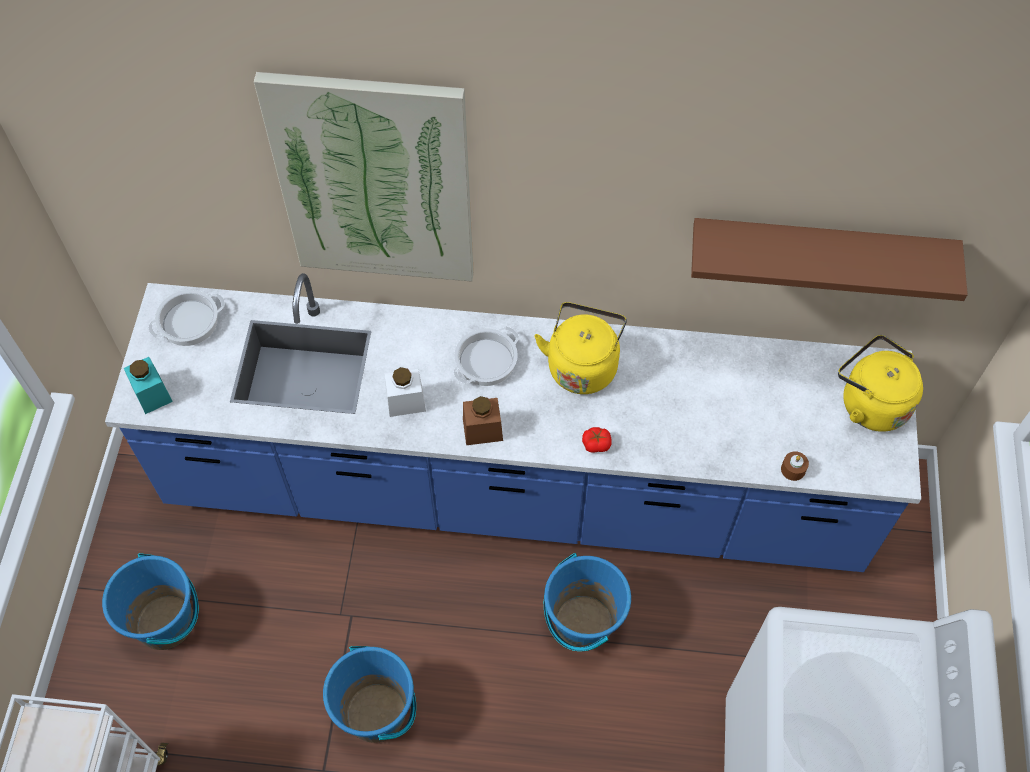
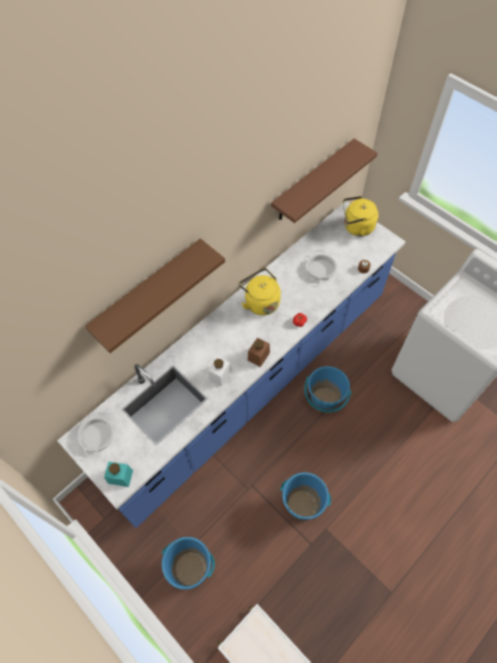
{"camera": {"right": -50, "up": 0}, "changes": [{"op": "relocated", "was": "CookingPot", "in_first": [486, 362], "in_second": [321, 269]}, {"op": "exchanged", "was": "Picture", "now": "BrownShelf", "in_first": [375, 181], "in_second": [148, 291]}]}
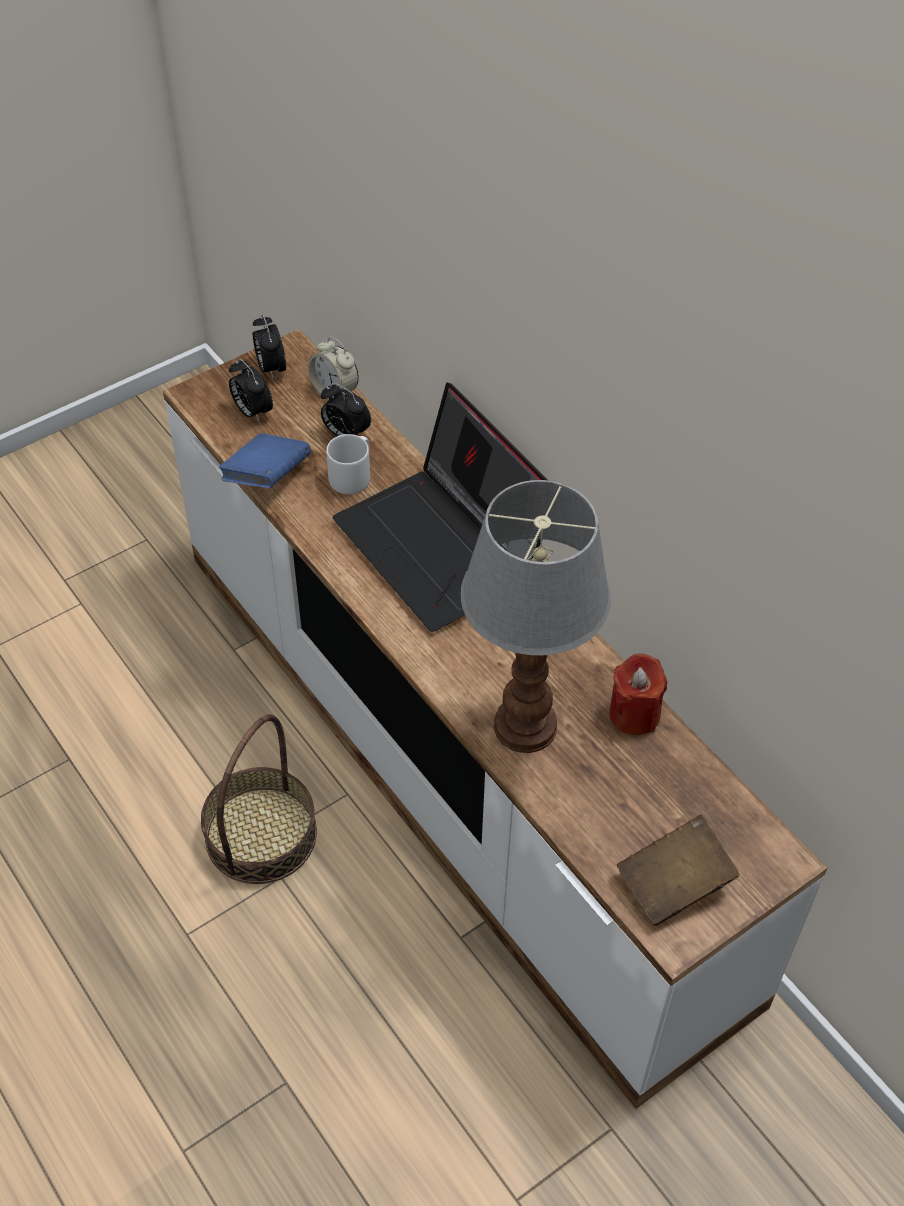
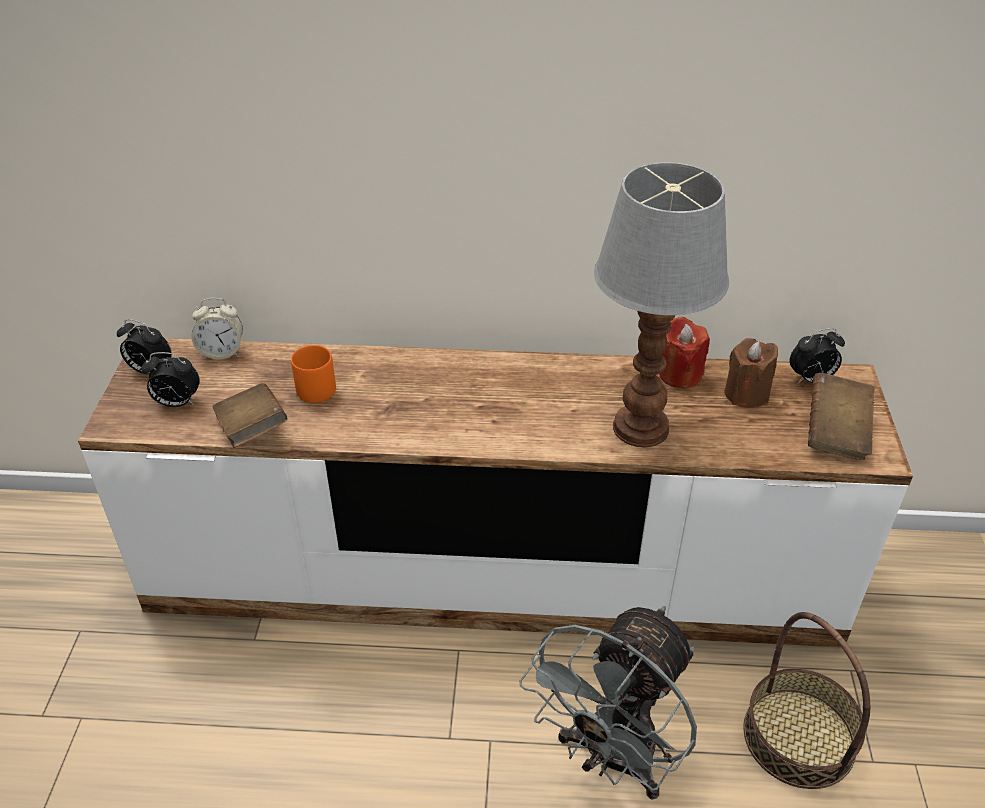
{"camera": {"right": -50, "up": -10}, "changes": [{"op": "missing", "was": "PortableComputer", "in_first": [444, 547]}, {"op": "appeared", "now": "GreyishElectricFan", "in_second": [611, 759]}, {"op": "appeared", "now": "BrownWaxLight", "in_second": [746, 394]}, {"op": "relocated", "was": "StorageBasket", "in_first": [261, 835], "in_second": [799, 737]}, {"op": "relocated", "was": "BedsideClock", "in_first": [345, 434], "in_second": [810, 379]}, {"op": "colour", "was": "BlueColouredVolume", "now": "BrownVolume", "in_first": [267, 476], "in_second": [252, 430]}, {"op": "colour", "was": "WhitishCoffeeMug", "now": "OrangeCoffeeMug", "in_first": [352, 476], "in_second": [315, 387]}]}
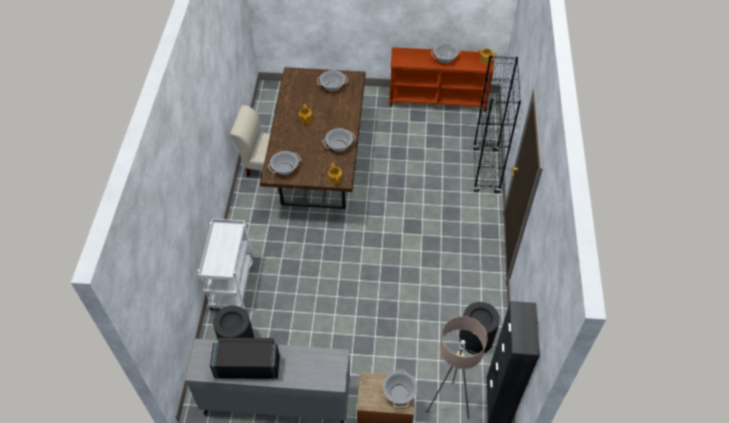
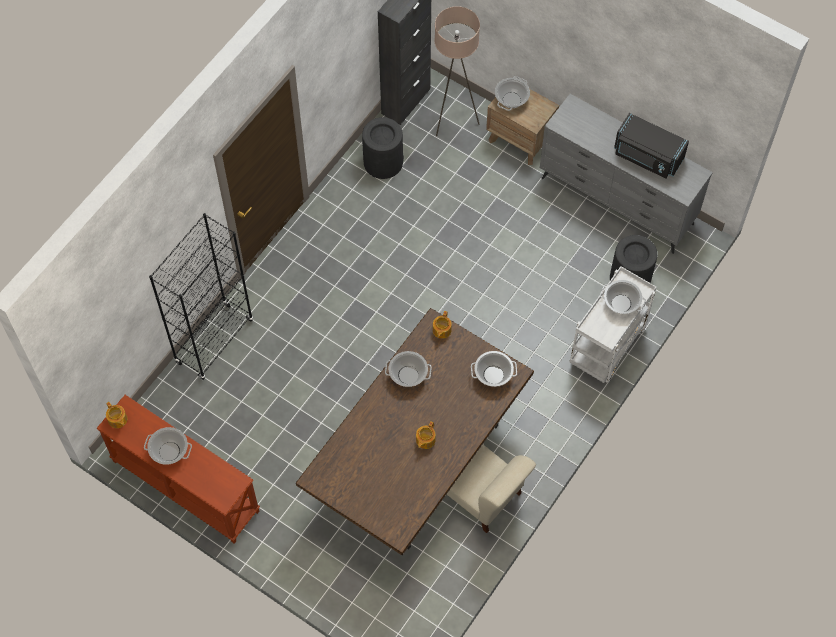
{"camera": {"right": -150, "up": 10}, "changes": [{"op": "relocated", "was": "CookingPot", "in_first": [332, 86], "in_second": [621, 303]}]}
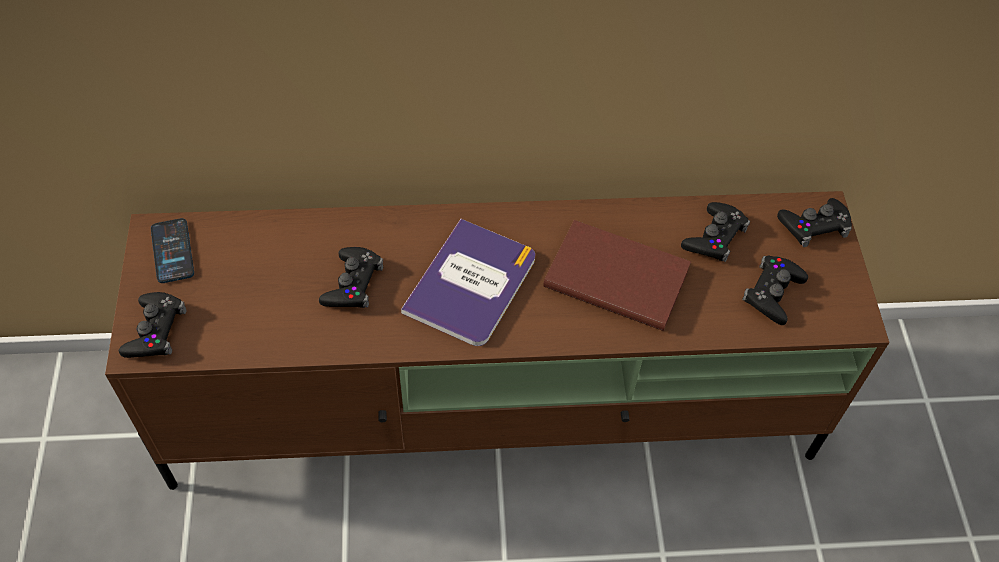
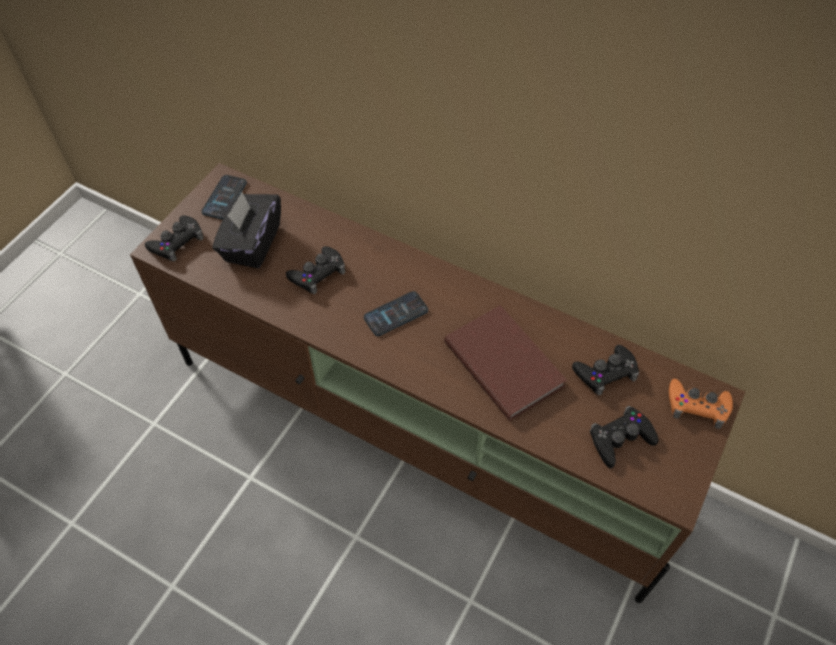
{"camera": {"right": 35, "up": 0}, "changes": [{"op": "appeared", "now": "BlackColouredBoxOfTissues", "in_second": [252, 244]}, {"op": "exchanged", "was": "Volume", "now": "Handset", "in_first": [471, 284], "in_second": [396, 314]}, {"op": "colour", "was": "BlackColouredJoypad", "now": "OrangeJoypad", "in_first": [814, 226], "in_second": [697, 406]}]}
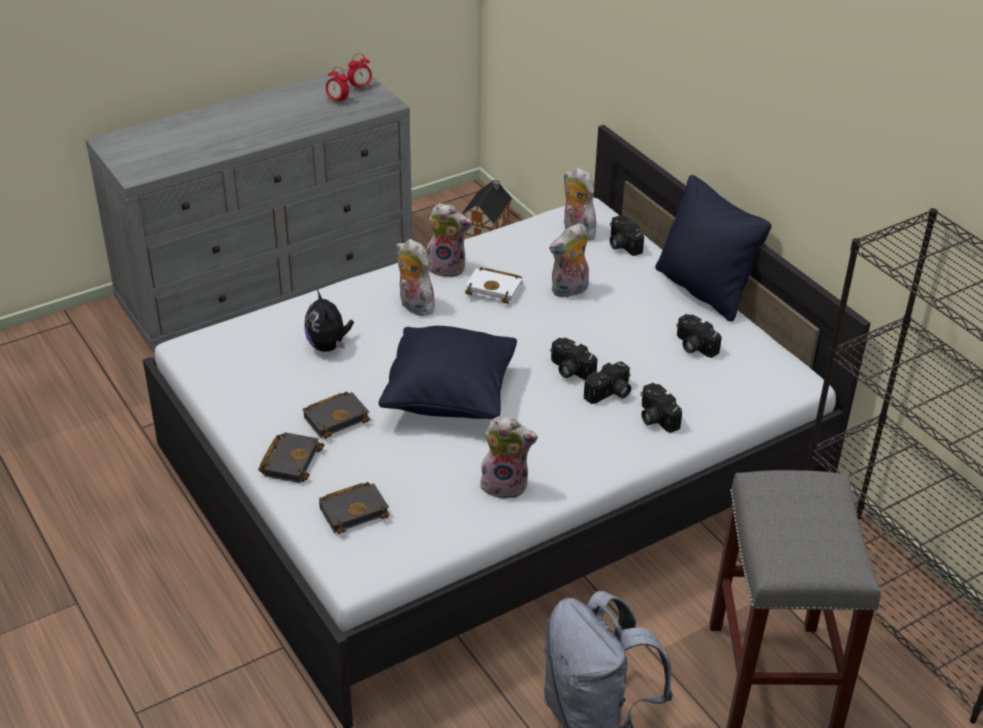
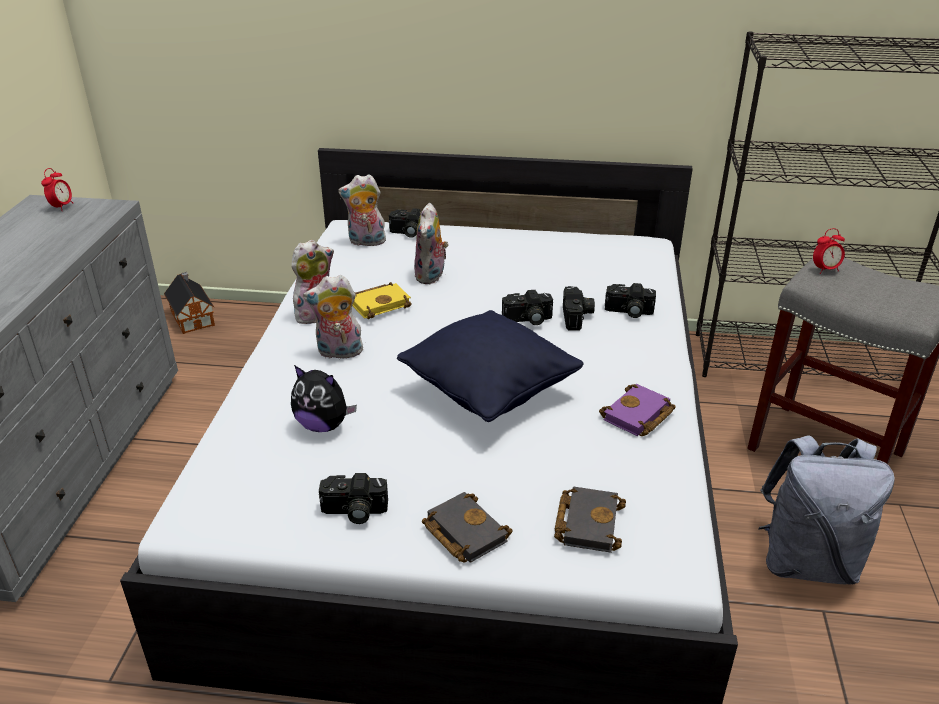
{"camera": {"right": -50, "up": -5}, "changes": [{"op": "missing", "was": "BlackColouredVolume", "in_first": [337, 417]}, {"op": "missing", "was": "BlackColouredPillow", "in_first": [704, 290]}, {"op": "relocated", "was": "BedsideClock", "in_first": [337, 101], "in_second": [825, 270]}, {"op": "relocated", "was": "PhotoCamera", "in_first": [693, 346], "in_second": [354, 512]}, {"op": "exchanged", "was": "SoftToy", "now": "PurplishVolume", "in_first": [506, 484], "in_second": [638, 416]}, {"op": "colour", "was": "WhitishVolume", "now": "YellowishVolume", "in_first": [495, 288], "in_second": [380, 303]}]}
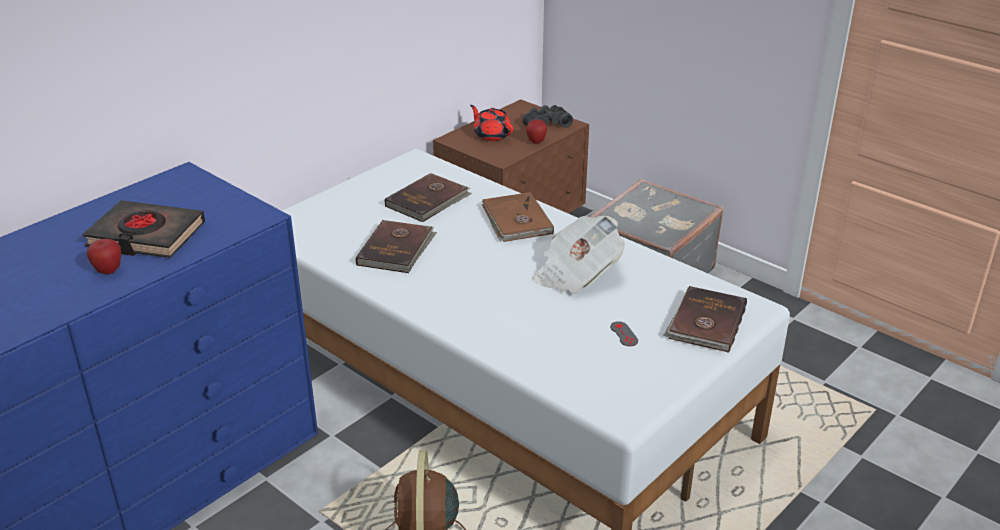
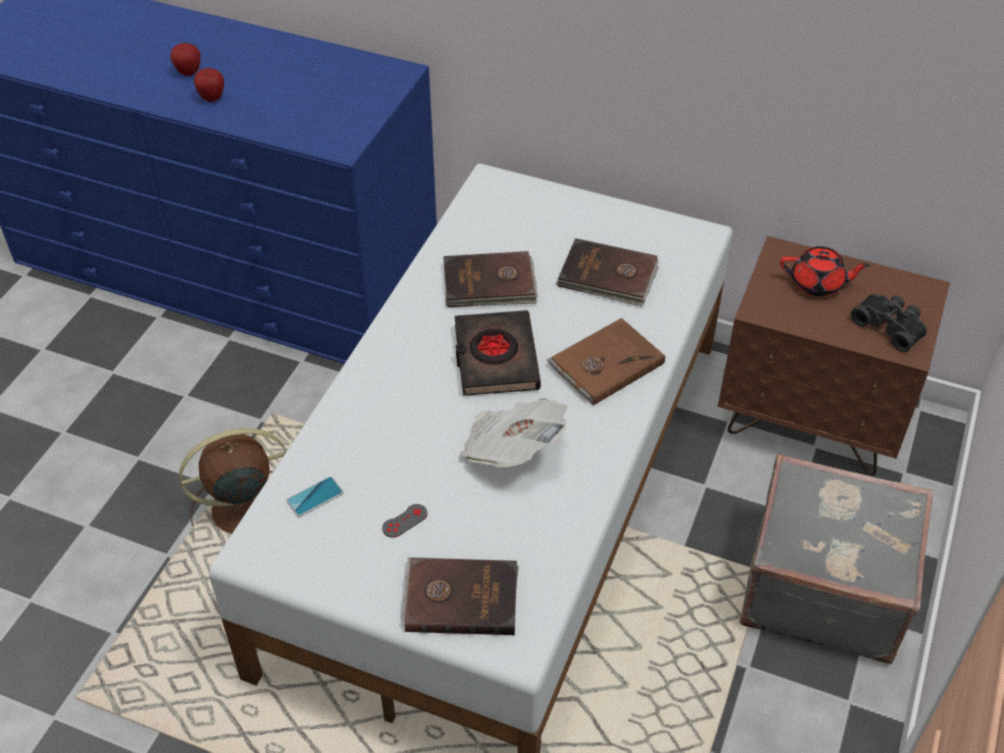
{"camera": {"right": 70, "up": 15}, "changes": [{"op": "appeared", "now": "Handset", "in_second": [315, 497]}, {"op": "relocated", "was": "BlackColouredVolume", "in_first": [146, 236], "in_second": [495, 358]}, {"op": "relocated", "was": "WholeApple", "in_first": [536, 142], "in_second": [188, 72]}, {"op": "spun", "was": "ReddishPotForTea", "in_first": [492, 135], "in_second": [818, 284], "clockwise": 75}]}
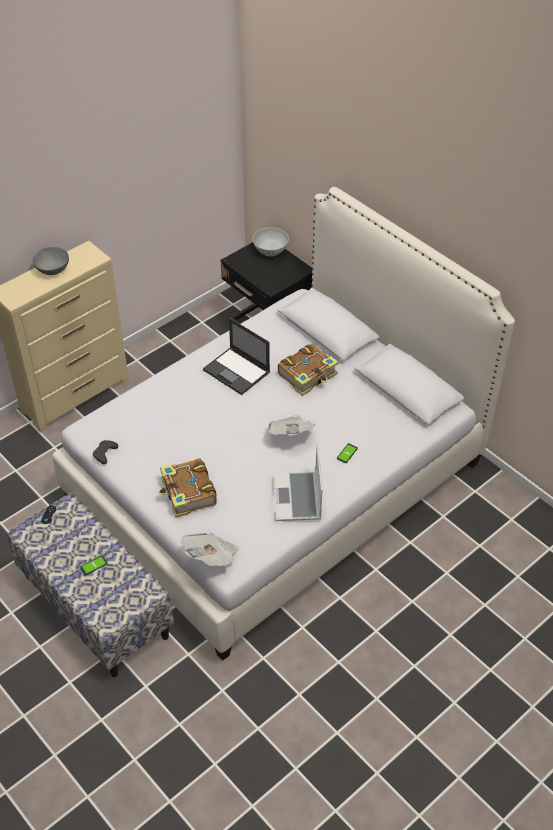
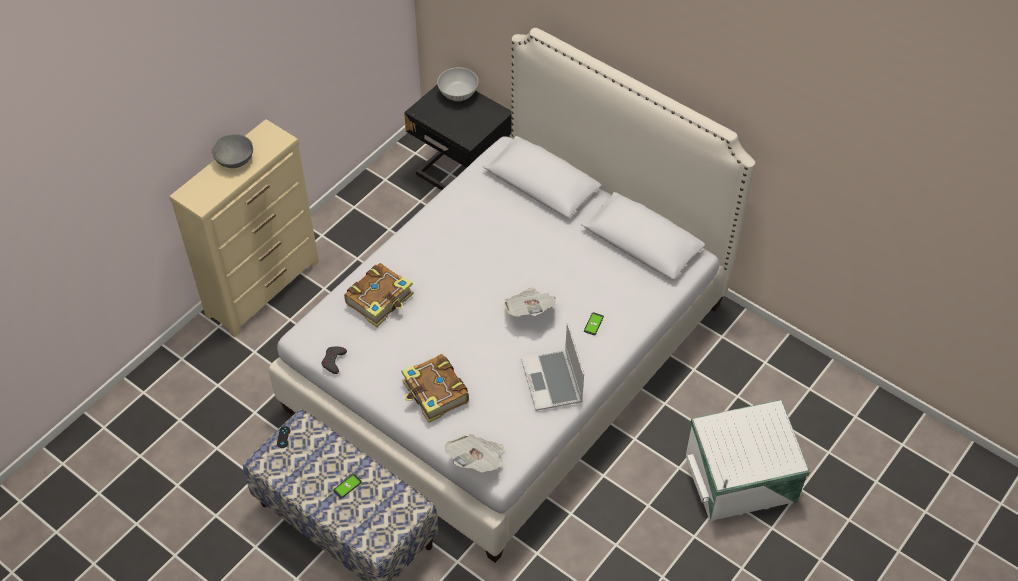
{"camera": {"right": -10, "up": 5}, "changes": [{"op": "missing", "was": "PortableComputer", "in_first": [237, 371]}, {"op": "appeared", "now": "WhitishStorageContainer", "in_second": [742, 480]}, {"op": "relocated", "was": "Volume", "in_first": [308, 375], "in_second": [380, 300]}]}
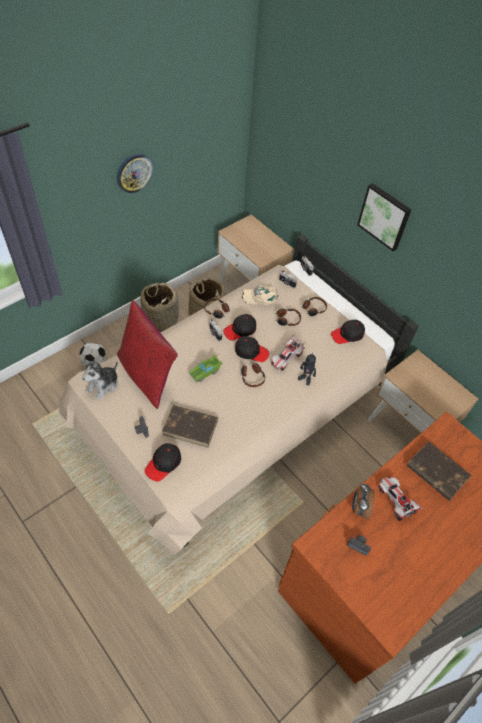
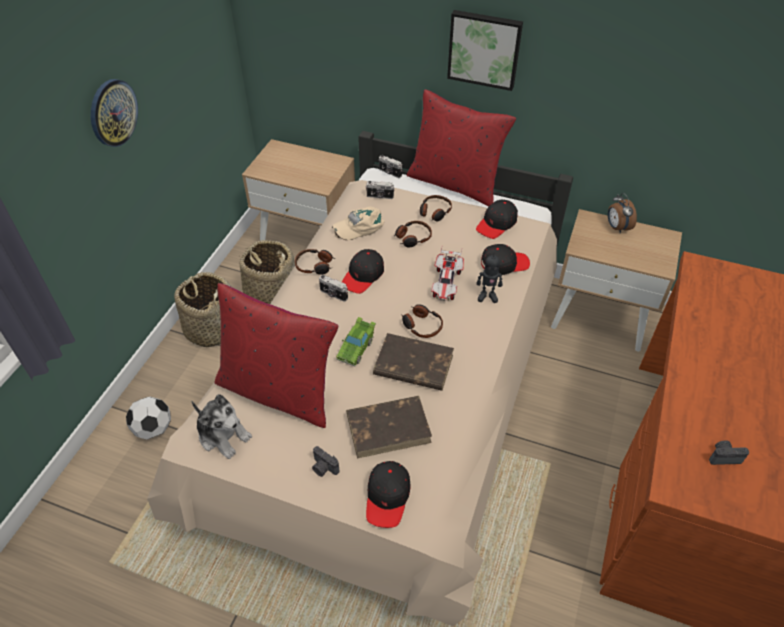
{"camera": {"right": -25, "up": -5}, "changes": [{"op": "missing", "was": "ModelCar", "in_first": [395, 501]}, {"op": "appeared", "now": "ReddishPillow", "in_second": [455, 183]}, {"op": "relocated", "was": "BlackColouredBaseballCap", "in_first": [251, 352], "in_second": [504, 264]}, {"op": "relocated", "was": "BedsideClock", "in_first": [359, 508], "in_second": [616, 227]}, {"op": "relocated", "was": "BrownVolume", "in_first": [436, 472], "in_second": [412, 365]}, {"op": "spun", "was": "SoftToy", "in_first": [103, 385], "in_second": [223, 435], "clockwise": -60}]}
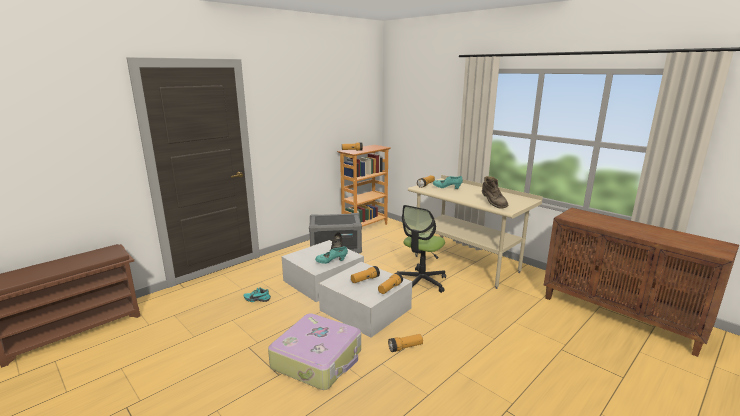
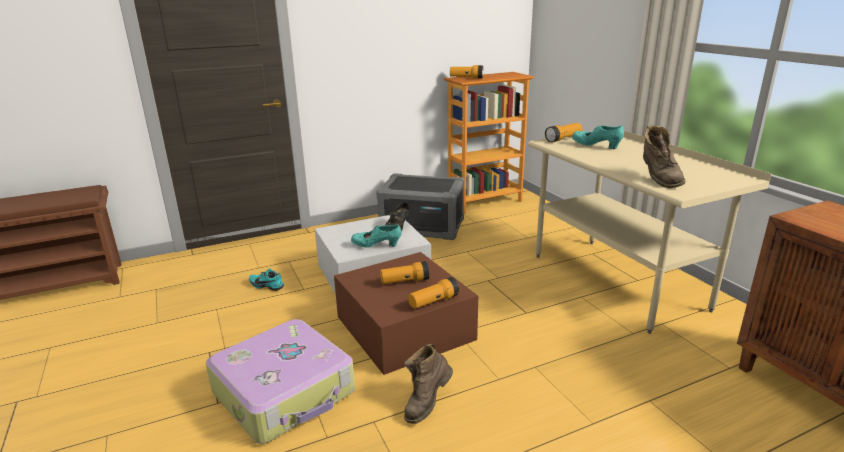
{"camera": {"right": 20, "up": 5}, "changes": [{"op": "missing", "was": "DeskChair", "in_first": [421, 281]}, {"op": "exchanged", "was": "Torch", "now": "BrownBoot", "in_first": [405, 347], "in_second": [427, 403]}, {"op": "colour", "was": "WhitishStorageContainer", "now": "BrownStorageContainer", "in_first": [365, 309], "in_second": [404, 328]}]}
